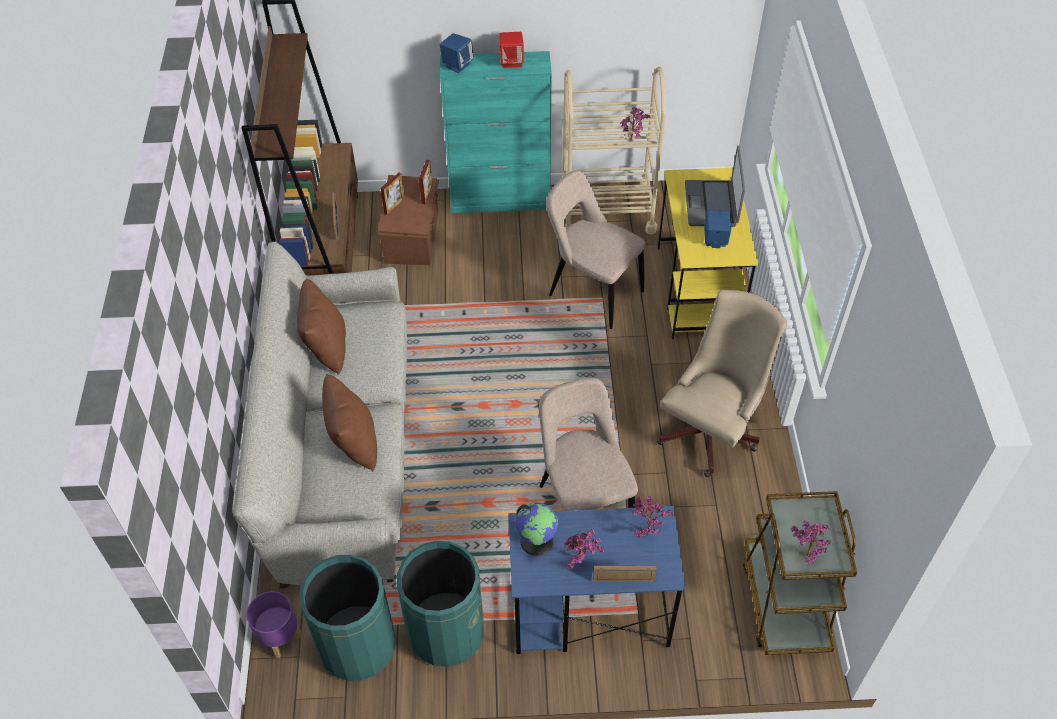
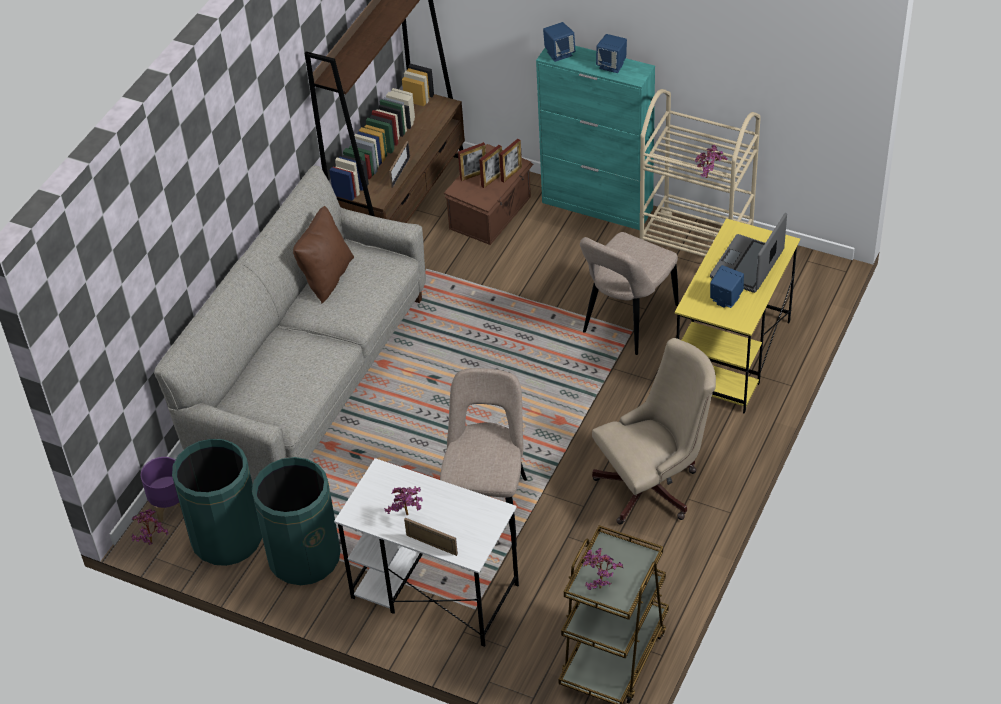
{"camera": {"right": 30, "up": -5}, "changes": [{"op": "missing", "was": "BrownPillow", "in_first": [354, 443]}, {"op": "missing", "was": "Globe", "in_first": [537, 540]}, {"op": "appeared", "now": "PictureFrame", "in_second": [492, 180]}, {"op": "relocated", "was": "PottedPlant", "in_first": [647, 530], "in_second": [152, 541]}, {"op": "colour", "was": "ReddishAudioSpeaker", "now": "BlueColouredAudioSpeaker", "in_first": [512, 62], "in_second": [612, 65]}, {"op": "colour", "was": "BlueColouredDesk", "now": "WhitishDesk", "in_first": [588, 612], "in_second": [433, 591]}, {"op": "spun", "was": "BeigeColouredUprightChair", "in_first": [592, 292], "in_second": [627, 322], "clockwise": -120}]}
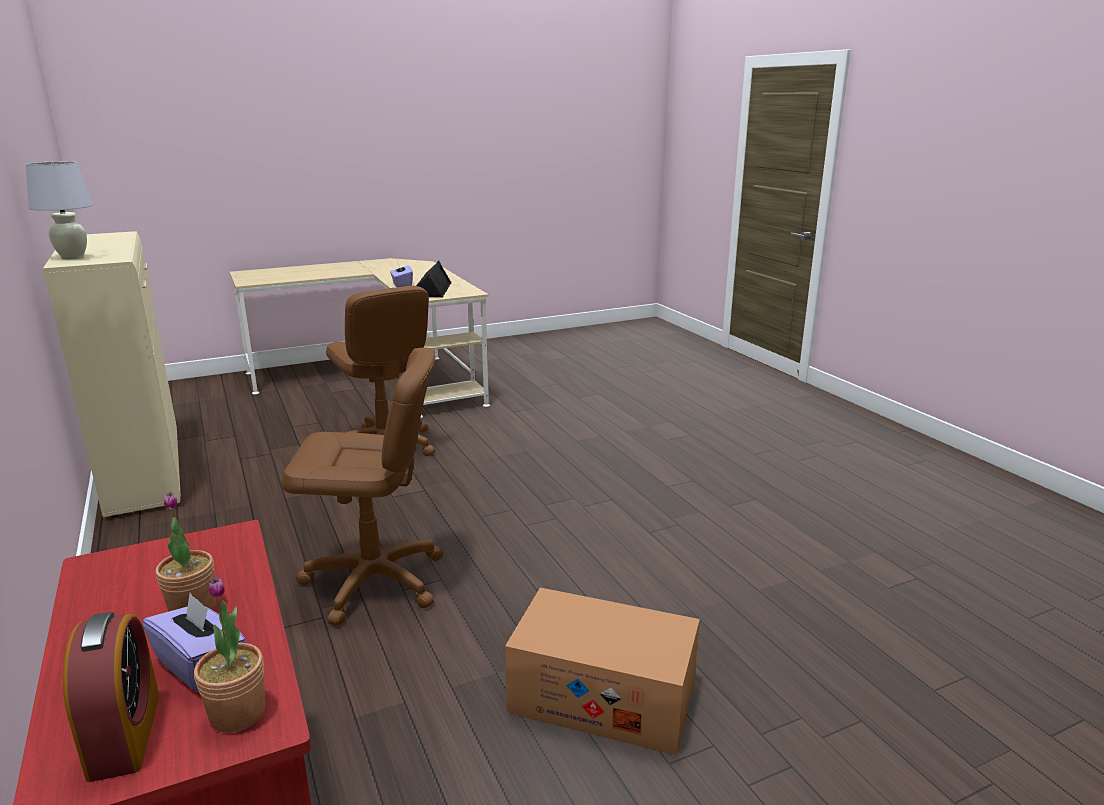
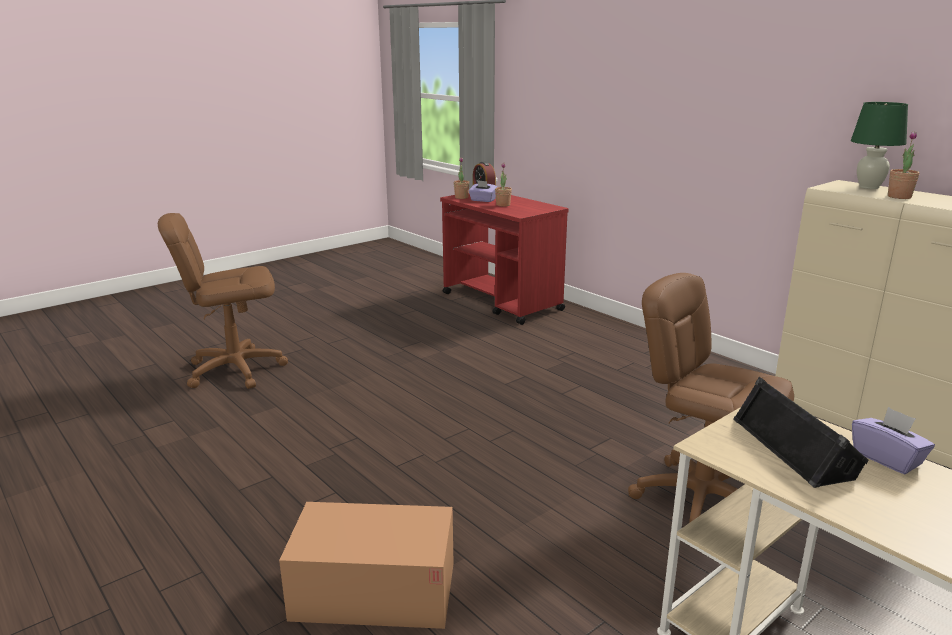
{"camera": {"right": 165, "up": 0}, "changes": [{"op": "appeared", "now": "PottedPlant", "in_second": [899, 197]}, {"op": "relocated", "was": "BrownDeskChair", "in_first": [374, 581], "in_second": [235, 370]}, {"op": "relocated", "was": "CardboardBox", "in_first": [602, 697], "in_second": [374, 591]}, {"op": "colour", "was": "WhitishLampForATable", "now": "GreenLampForATable", "in_first": [73, 257], "in_second": [869, 187]}]}
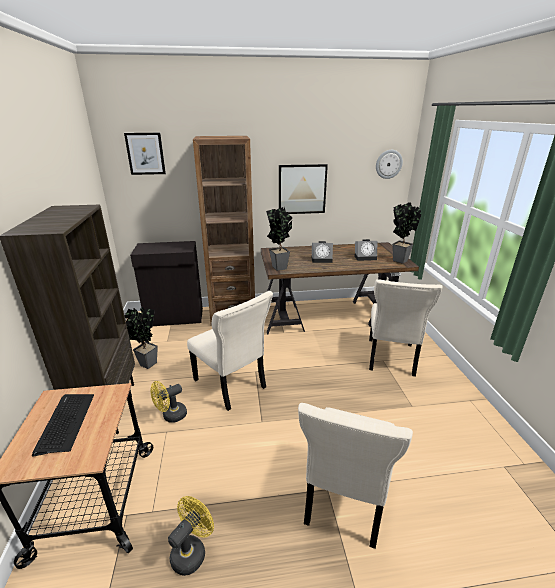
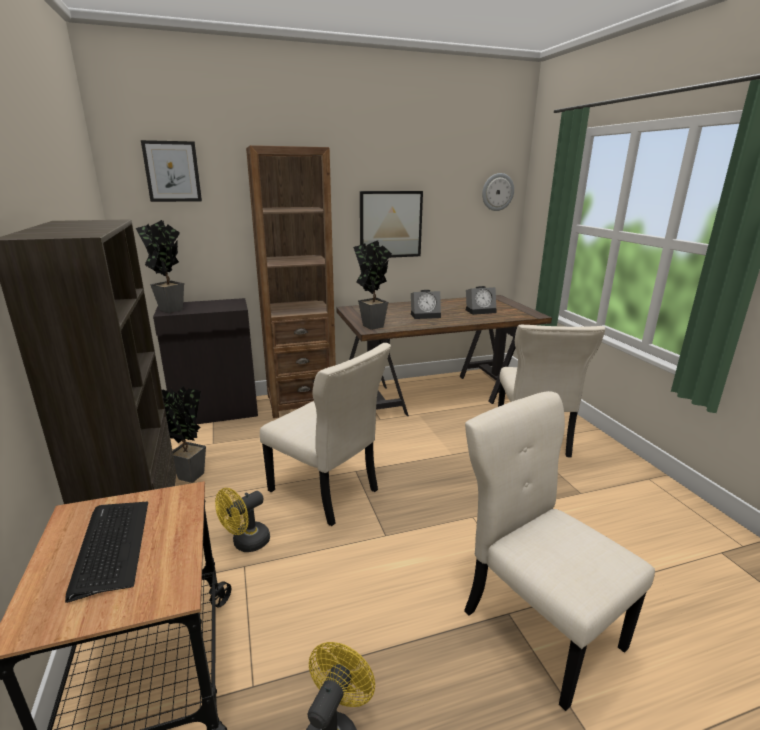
{"camera": {"right": -10, "up": -5}, "changes": [{"op": "relocated", "was": "PottedPlant", "in_first": [398, 259], "in_second": [171, 309]}, {"op": "spun", "was": "BeigeColouredUprightChair", "in_first": [344, 500], "in_second": [537, 624], "clockwise": 135}]}
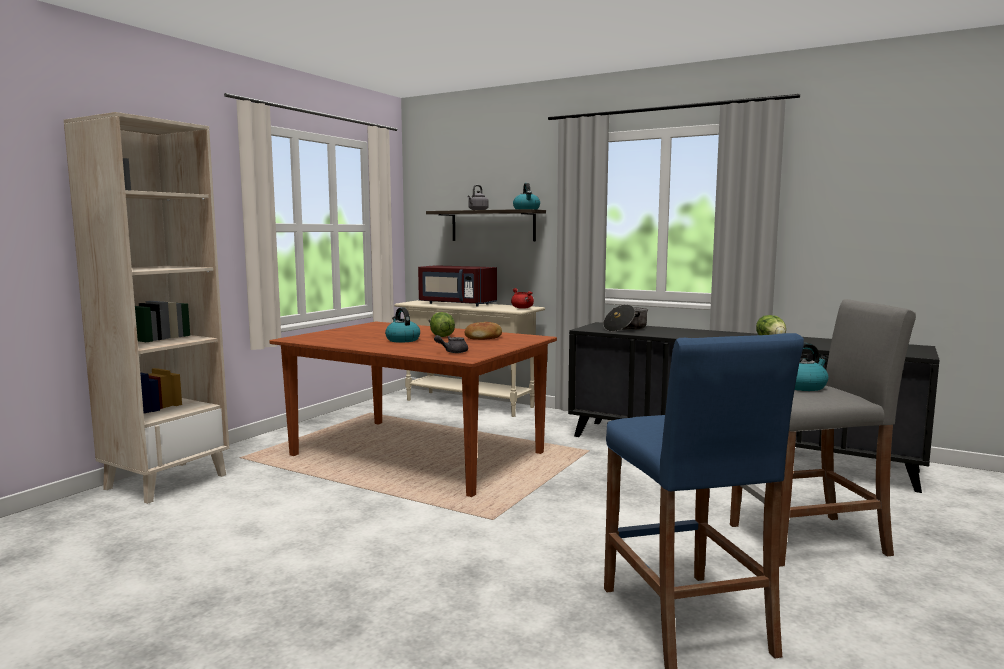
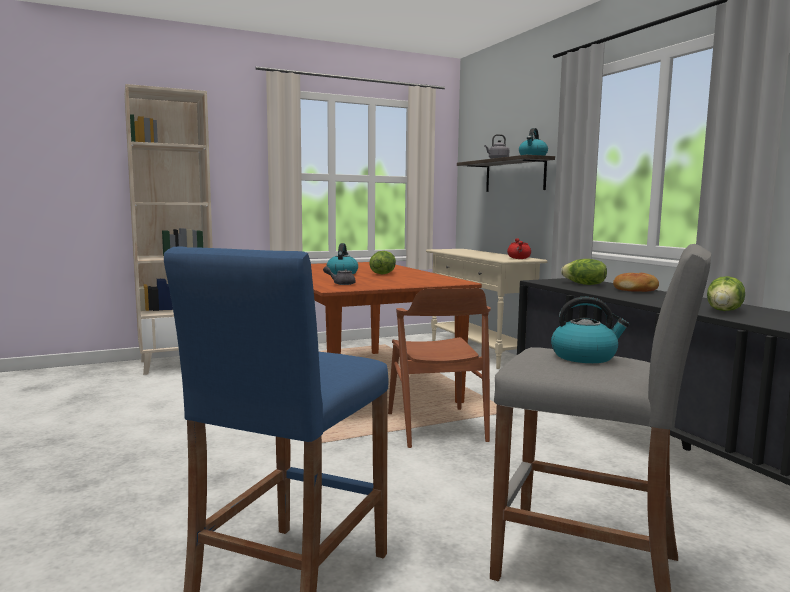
{"camera": {"right": 35, "up": 0}, "changes": [{"op": "missing", "was": "ReddishKitchenMicrowave", "in_first": [456, 304]}, {"op": "appeared", "now": "BrownUprightChair", "in_second": [436, 427]}, {"op": "relocated", "was": "BakedBread", "in_first": [484, 338], "in_second": [636, 290]}, {"op": "exchanged", "was": "CookingPot", "now": "Lettuce", "in_first": [625, 328], "in_second": [584, 284]}]}
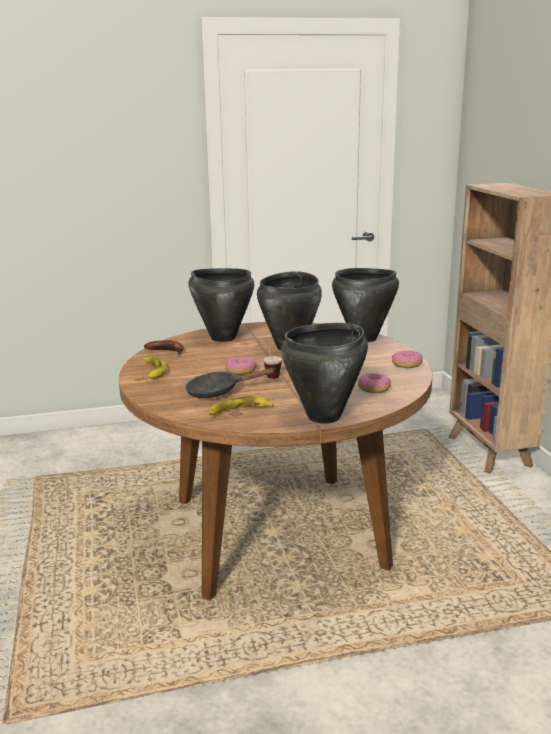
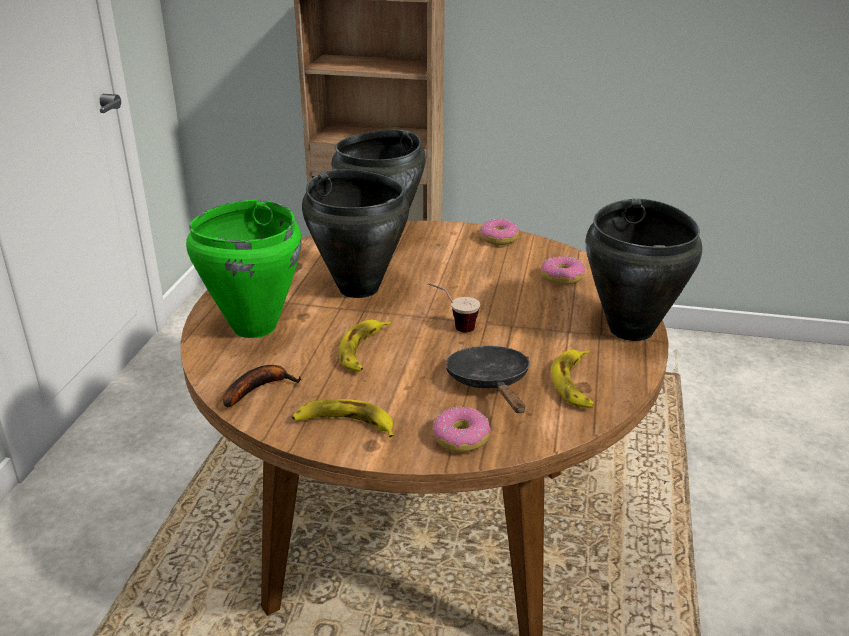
{"camera": {"right": -65, "up": 10}, "changes": [{"op": "appeared", "now": "WholeBanana", "in_second": [363, 350]}, {"op": "relocated", "was": "Doughnut", "in_first": [241, 371], "in_second": [460, 438]}, {"op": "colour", "was": "BlackColouredCookingPot", "now": "GreenCookingPot", "in_first": [222, 338], "in_second": [253, 327]}, {"op": "spun", "was": "BlackColouredSkillet", "in_first": [218, 391], "in_second": [490, 383], "clockwise": 150}]}
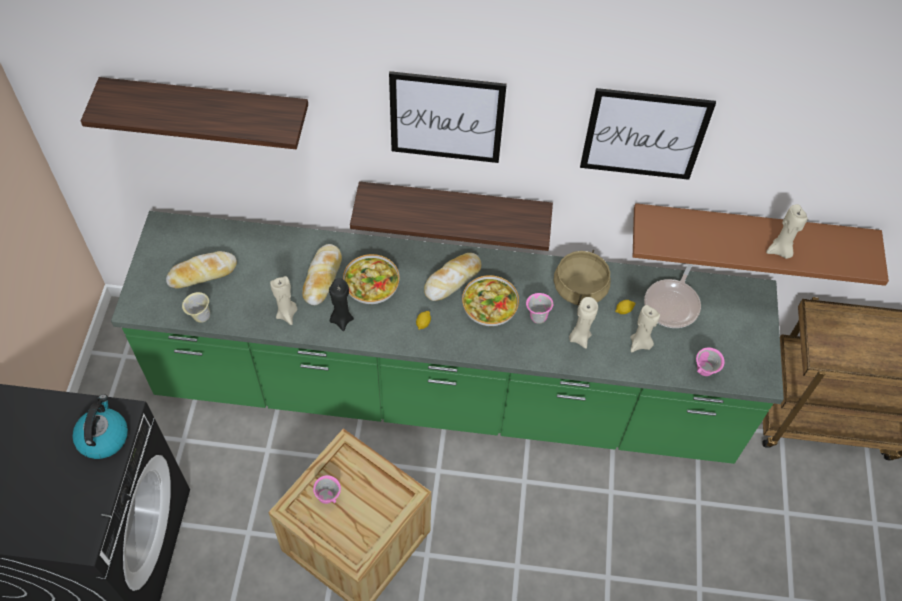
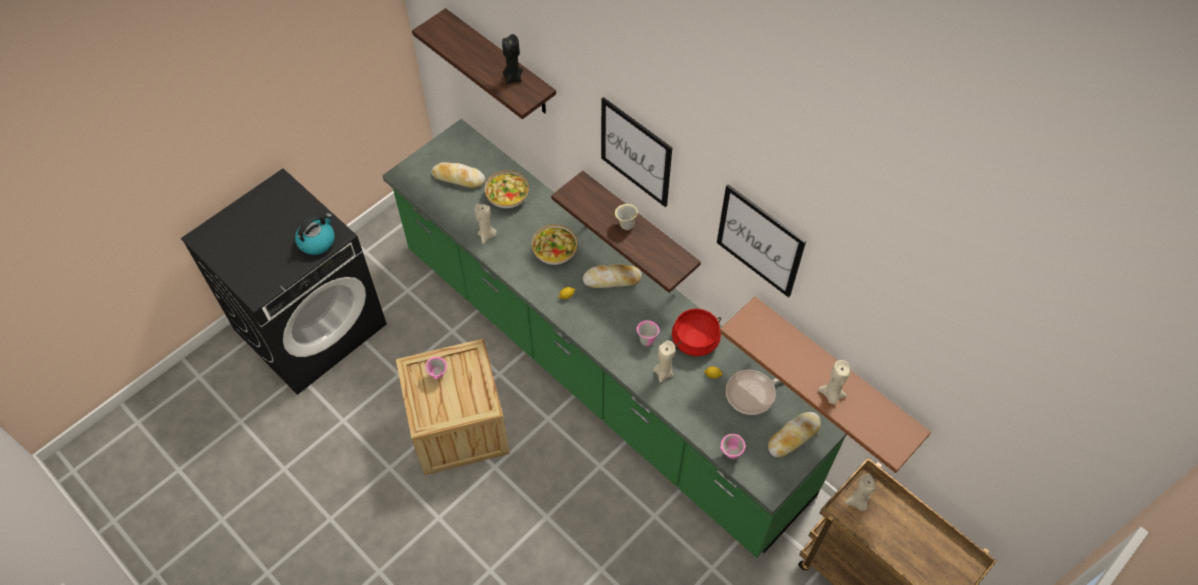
{"camera": {"right": 40, "up": 0}, "changes": [{"op": "relocated", "was": "BeigeColouredCoffeeMug", "in_first": [200, 317], "in_second": [625, 225]}, {"op": "relocated", "was": "BakedBread", "in_first": [322, 277], "in_second": [793, 436]}, {"op": "relocated", "was": "BlackColouredWaxLight", "in_first": [341, 319], "in_second": [513, 78]}, {"op": "relocated", "was": "DeepDish", "in_first": [489, 308], "in_second": [507, 196]}, {"op": "relocated", "was": "BeigeColouredWaxLight", "in_first": [640, 344], "in_second": [857, 502]}, {"op": "colour", "was": "BeigeColouredCookingPot", "now": "ReddishCookingPot", "in_first": [580, 288], "in_second": [695, 340]}]}
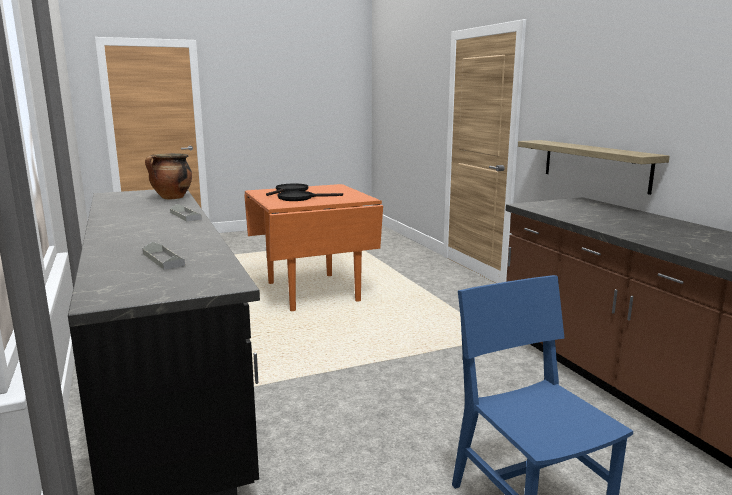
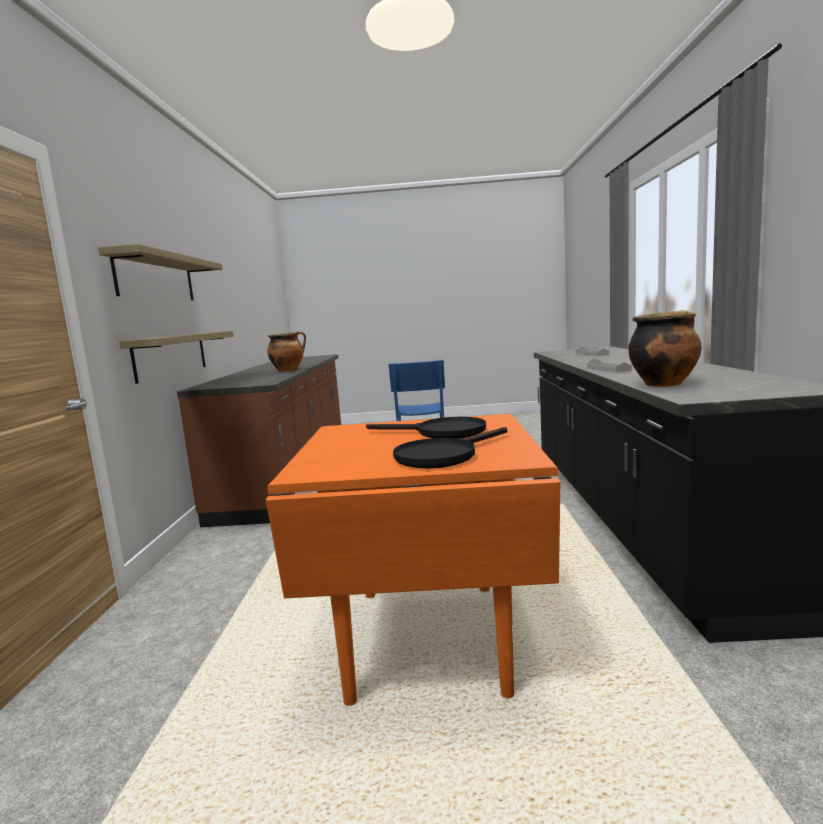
{"camera": {"right": -155, "up": -5}, "changes": [{"op": "appeared", "now": "Shelf", "in_second": [156, 278]}, {"op": "appeared", "now": "CookingPot", "in_second": [289, 370]}]}
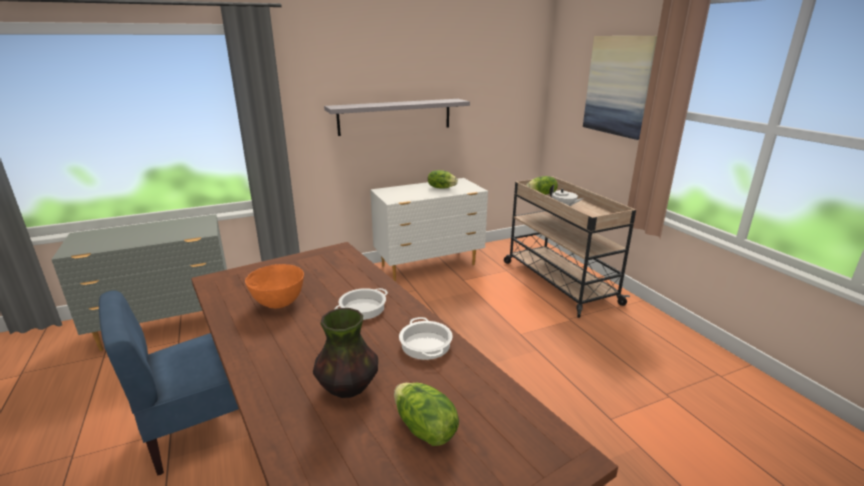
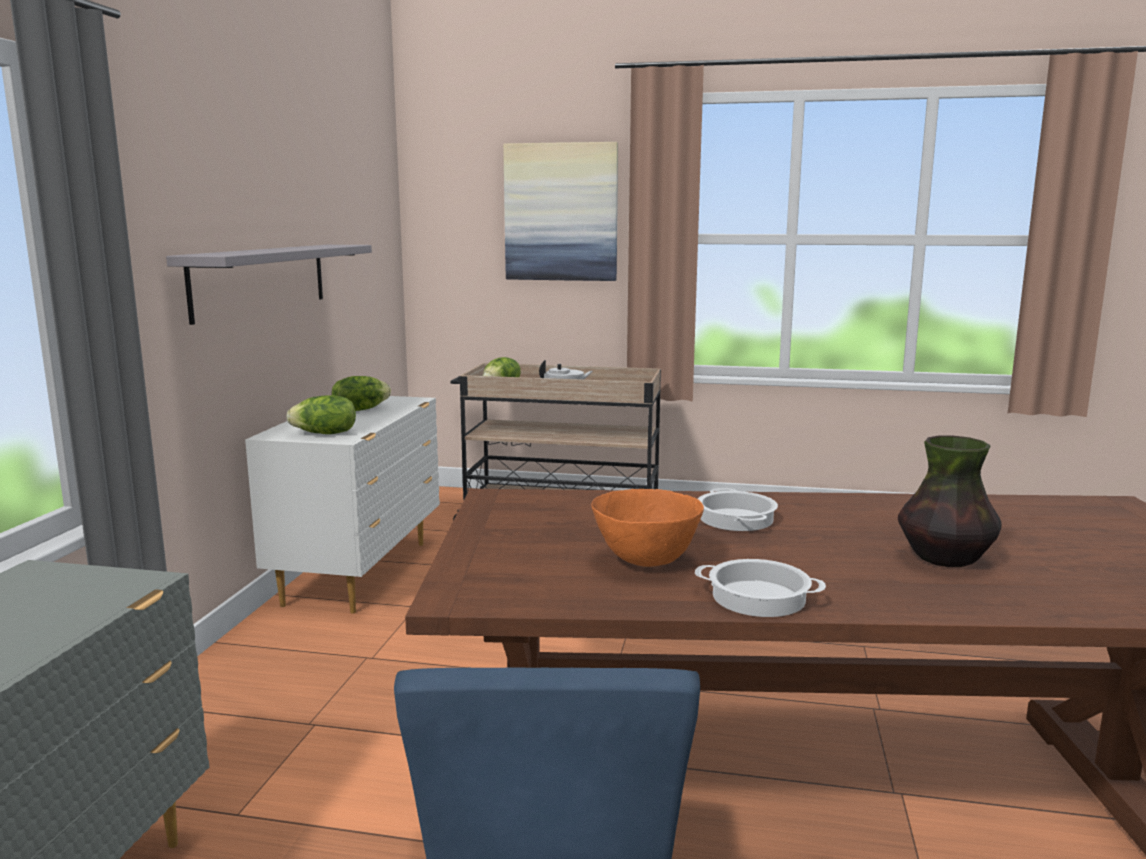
{"camera": {"right": -55, "up": -10}, "changes": [{"op": "relocated", "was": "Lettuce", "in_first": [424, 429], "in_second": [325, 434]}, {"op": "relocated", "was": "CookingPot", "in_first": [426, 345], "in_second": [759, 597]}]}
